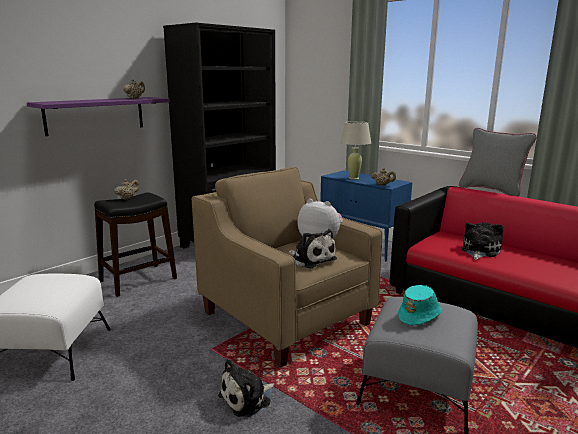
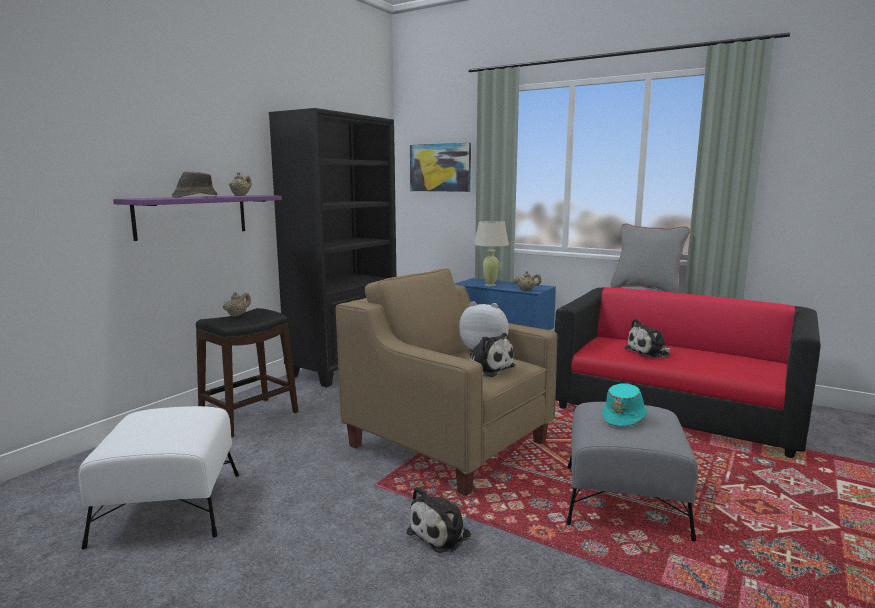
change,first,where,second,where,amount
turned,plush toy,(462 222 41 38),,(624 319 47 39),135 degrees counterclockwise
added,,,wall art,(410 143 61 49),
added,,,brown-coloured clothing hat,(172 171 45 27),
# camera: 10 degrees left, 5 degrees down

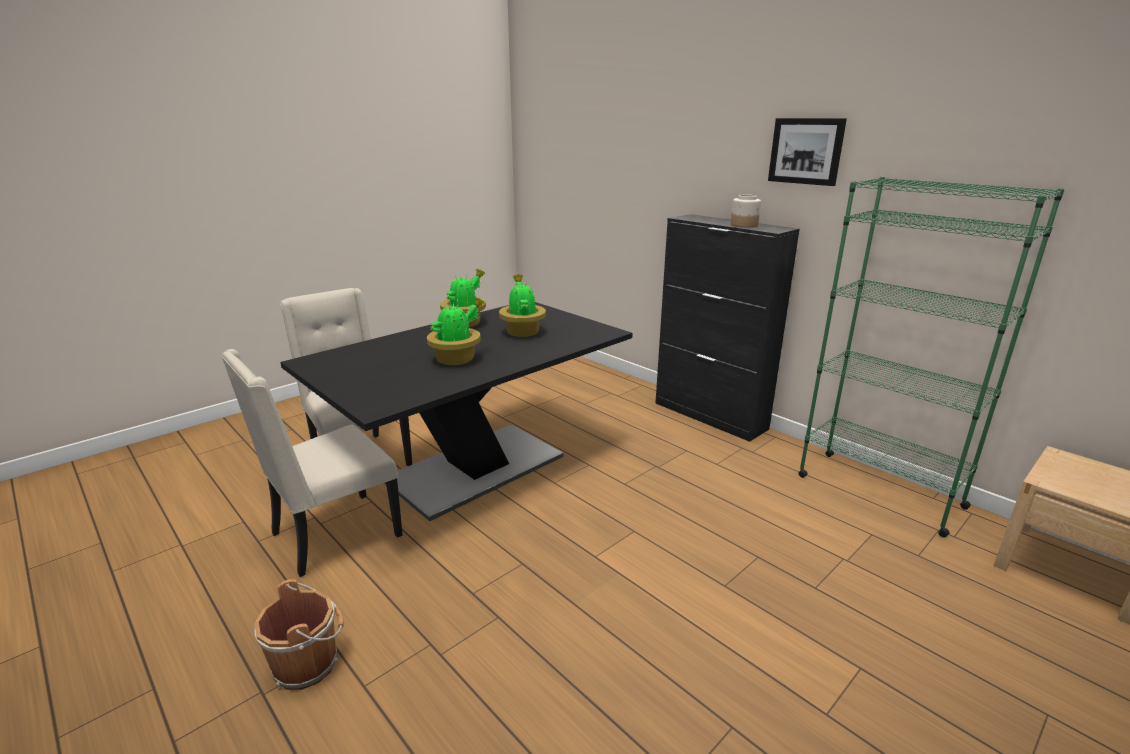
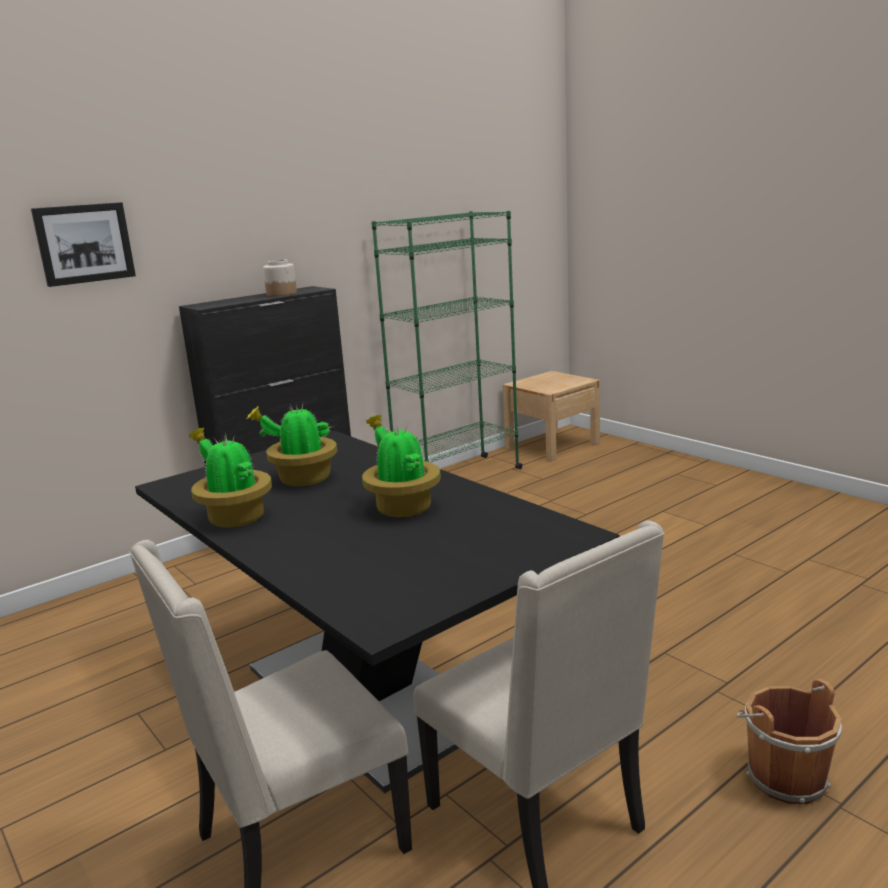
change,first,where,second,where,amount
moved,wall art,(768 118 79 68),,(31 202 105 85),
# camera: 85 degrees left, 5 degrees down

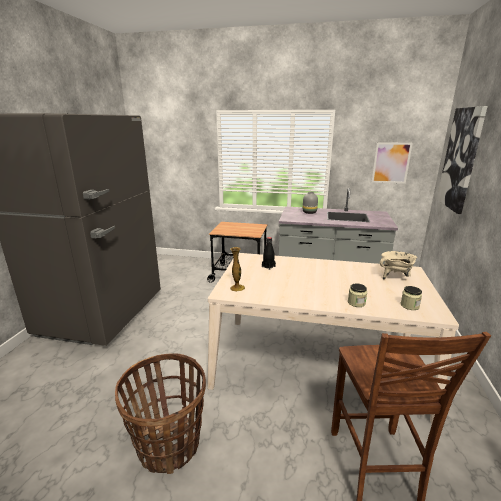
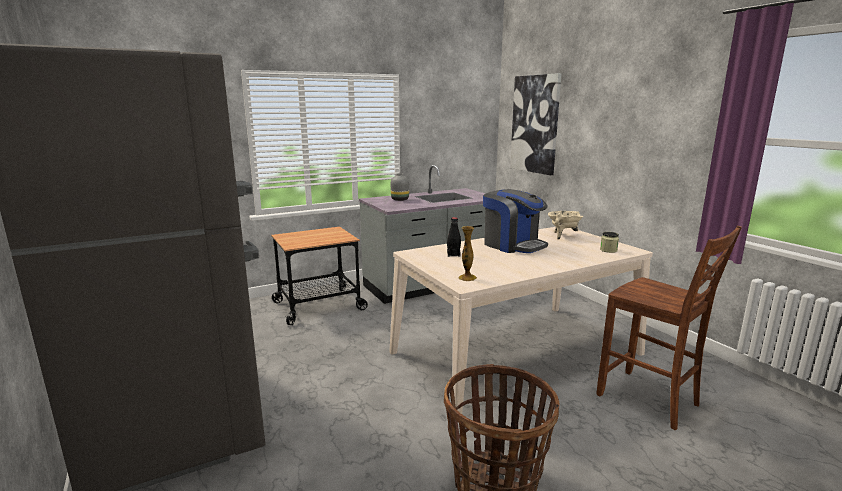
change,first,where,second,where,amount
removed,wall art,(372 142 41 42),,,
removed,storage jar,(348 283 19 24),,,
added,,,coffee brewer,(483 189 65 64),
# camera: 40 degrees left, 5 degrees down

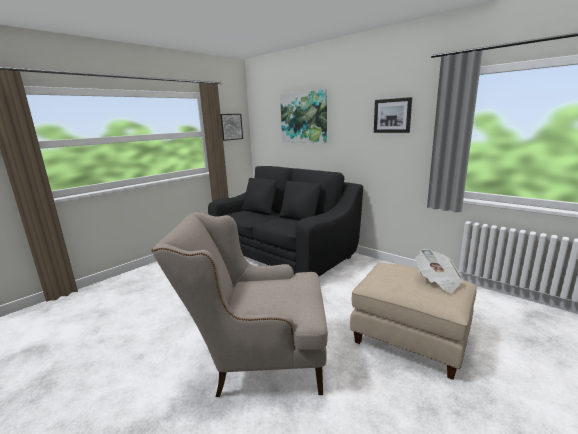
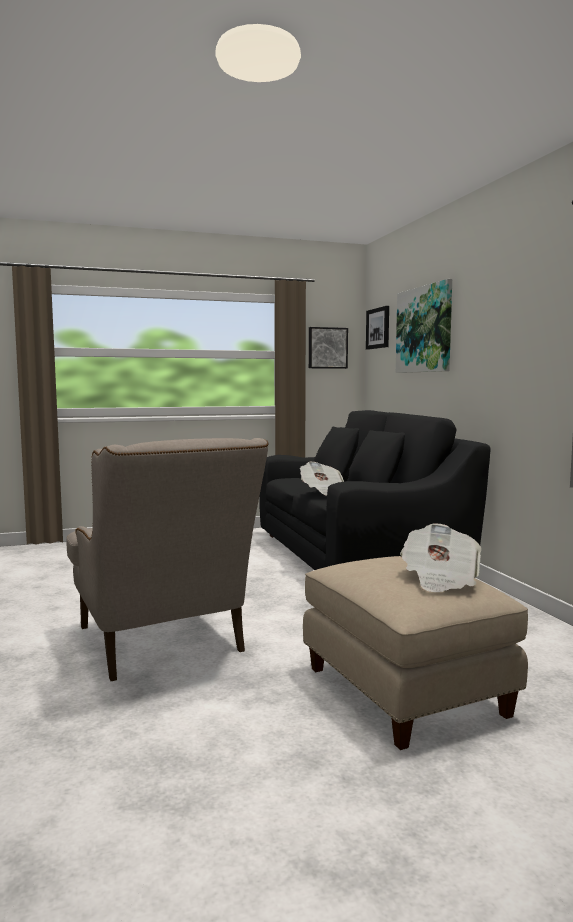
change,first,where,second,where,amount
moved,wall art,(374 97 38 36),,(366 306 23 44),
turned,sand-coloured lounge chair,(151 212 177 185),,(67 438 201 243),150 degrees counterclockwise
added,,,printed paper,(300 462 44 34),
# camera: 30 degrees right, 10 degrees down

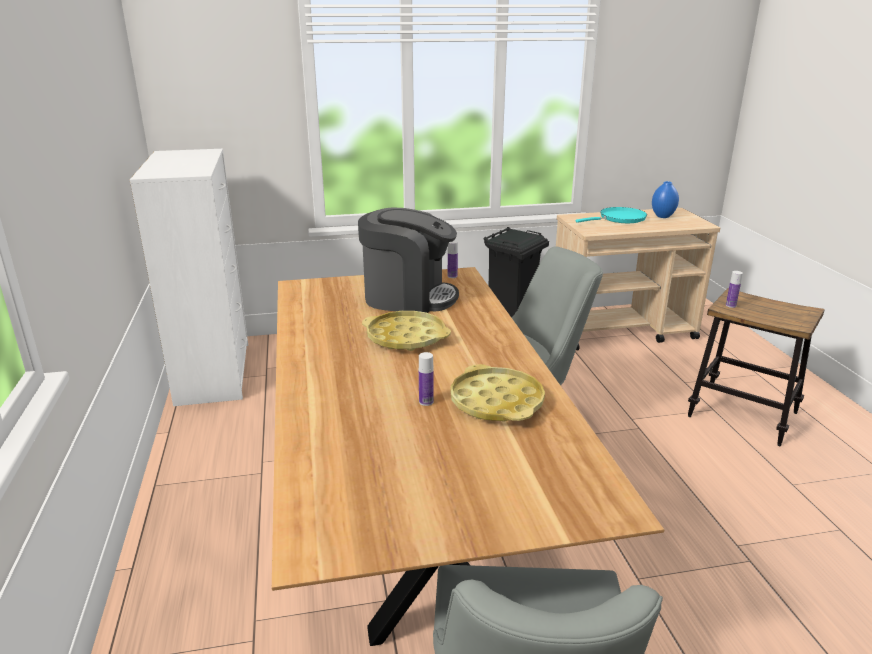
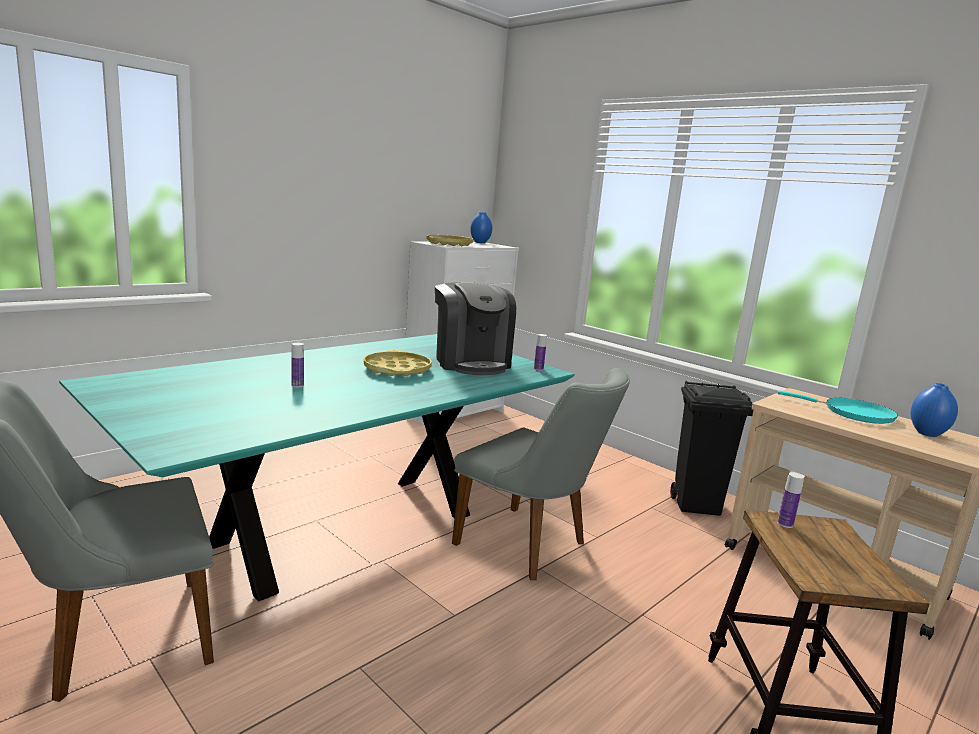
change,first,where,second,where,amount
recoloured,brown-coloured kitchen table,(272 267 392 379),turquoise kitchen table,(59 334 516 267),
moved,yellow-coloured tray,(450 364 95 58),,(426 235 47 11),
added,,,blue decorative vase,(470 212 22 31),
# camera: 55 degrees right, 10 degrees down

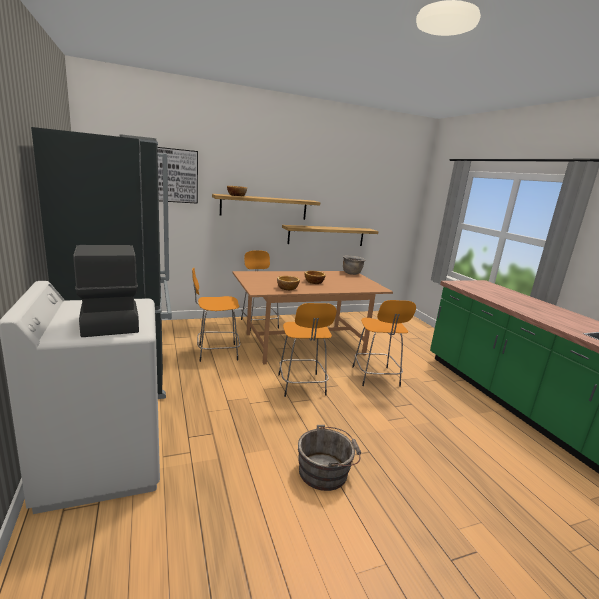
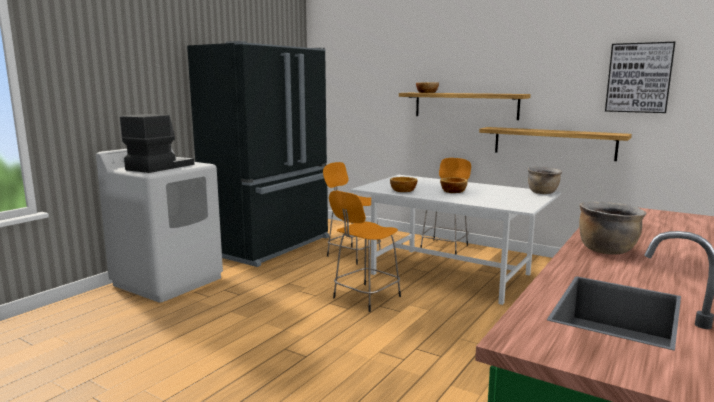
change,first,where,second,where,amount
moved,wall art,(157 147 41 57),,(605 42 70 71),
recoloured,brown-coloured kitchen table,(232 271 161 93),white-coloured kitchen table,(351 175 210 130),
removed,orange-coloured sitting stool,(352 300 64 87),,,
removed,gray bucket,(298 425 63 66),,,
added,,,brown-coloured cooking pot,(579 202 67 52),
# camera: 55 degrees right, 5 degrees down

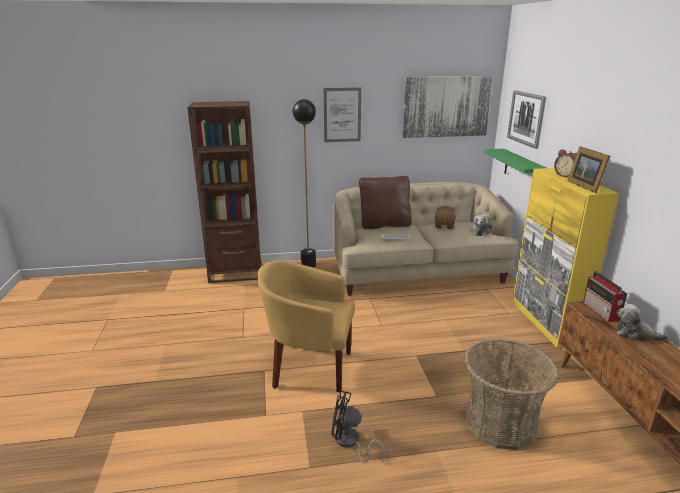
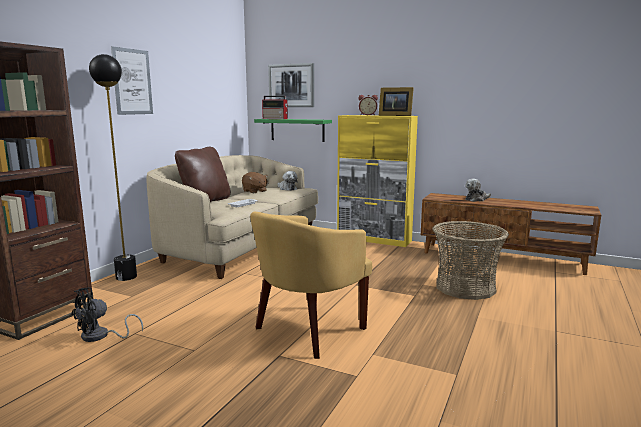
change,first,where,second,where,amount
removed,wall art,(402 76 91 62),,,
moved,radio receiver,(583 271 44 51),,(262 96 26 23),
moved,blackish electric fan,(331 391 54 72),,(71 287 72 55),
# camera: 55 degrees left, 10 degrees down

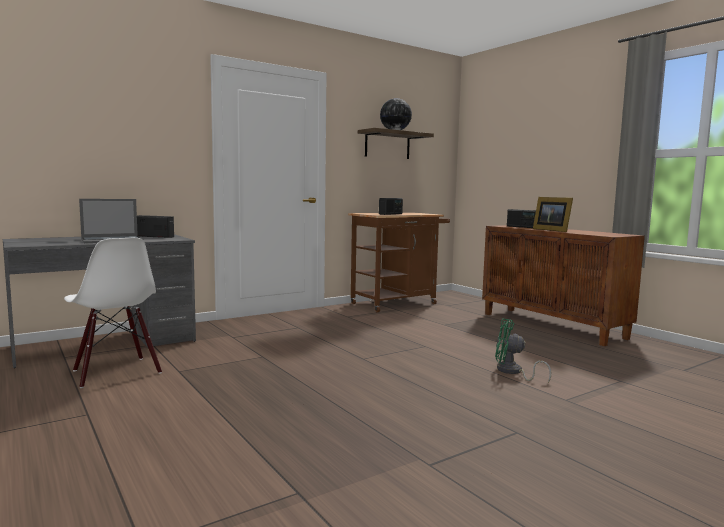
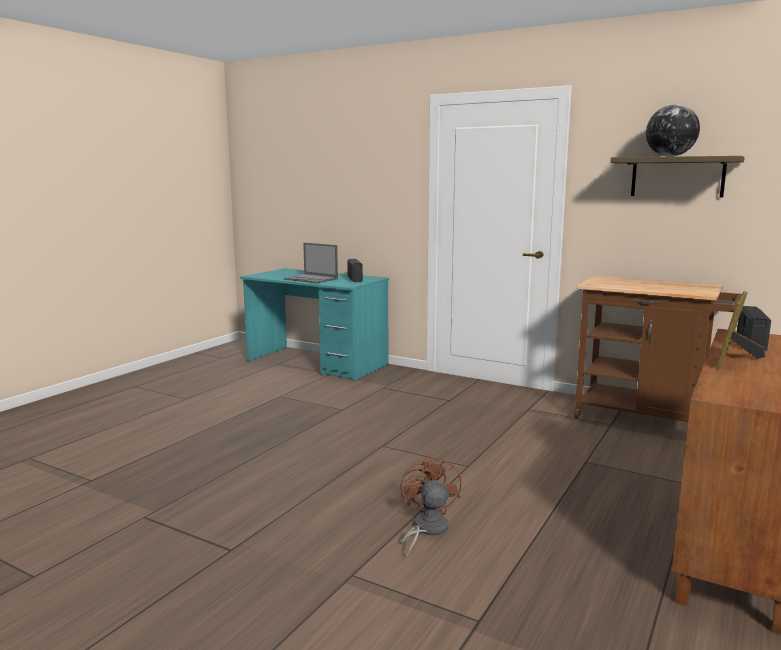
change,first,where,second,where,amount
removed,radio receiver,(379 198 24 17),,,
recoloured,gray desk unit,(3 234 193 134),turquoise desk unit,(240 268 149 113),
removed,white-coloured upright chair,(64 238 98 150),,,
recoloured,green electric fan,(495 318 56 65),brown-coloured electric fan,(400 455 62 103),
# camera: 65 degrees right, 5 degrees up

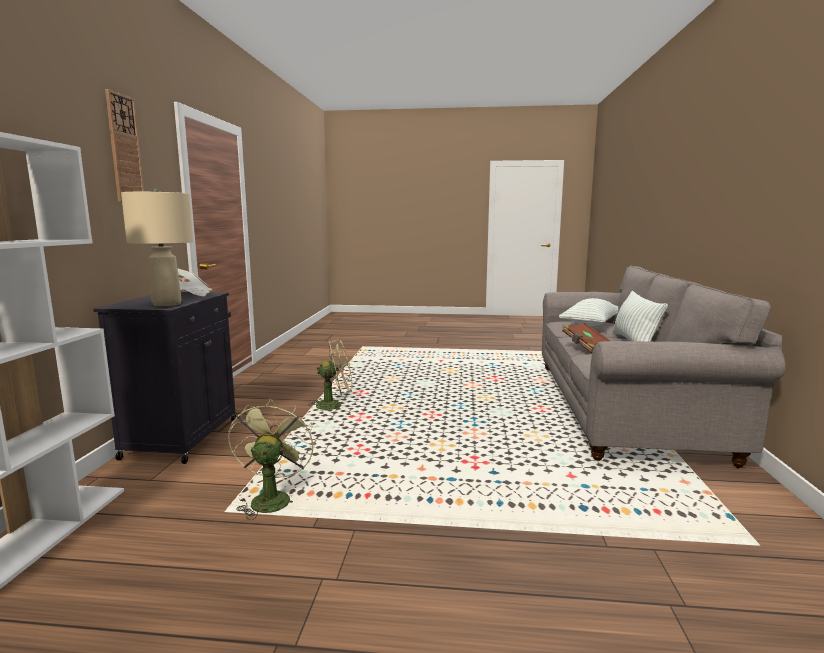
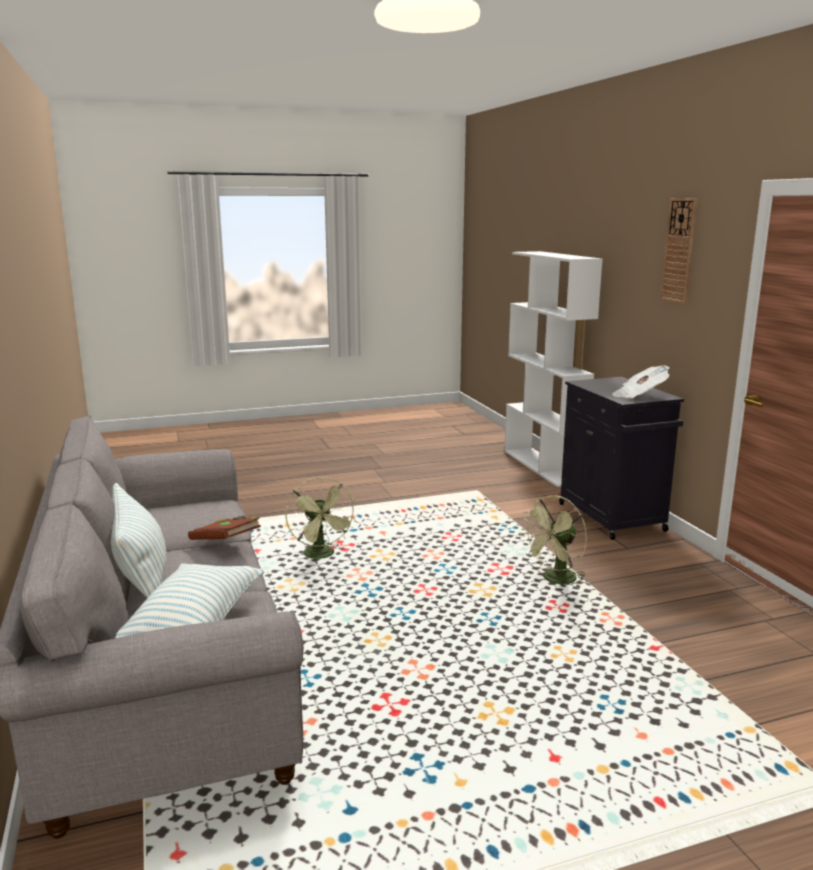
change,first,where,second,where,amount
removed,sand-coloured tabletop lamp,(121 188 72 118),,,
moved,green electric fan,(228 399 87 121),,(285 477 71 82),
# camera: 155 degrees right, 5 degrees up

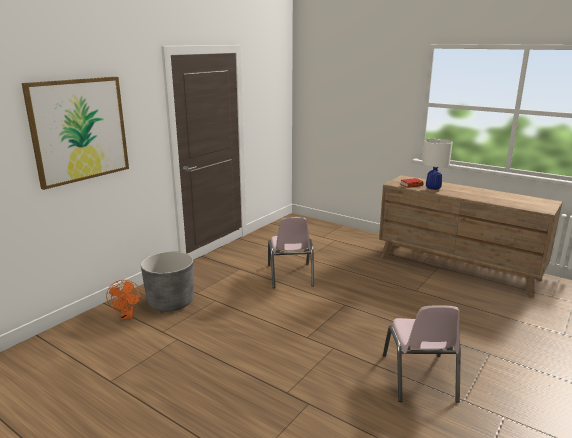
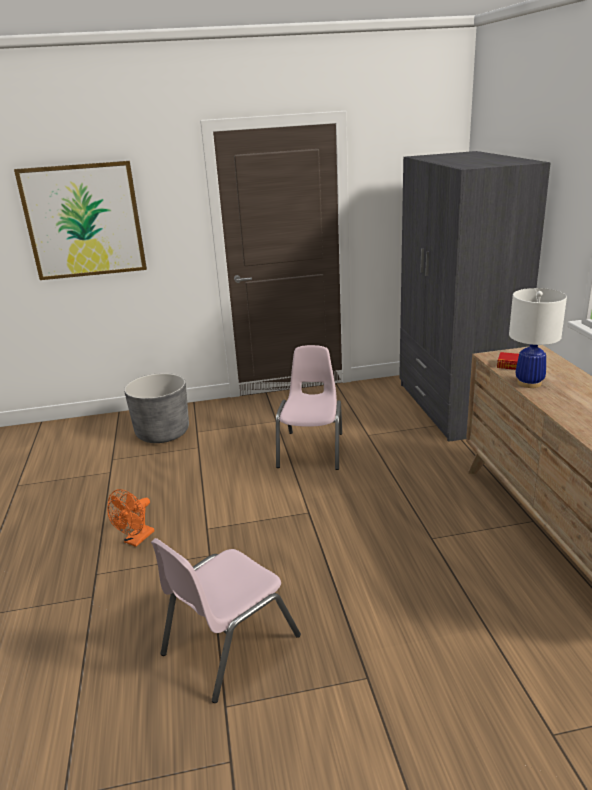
change,first,where,second,where,amount
turned,pink-coloured upright chair,(268 217 46 71),,(276 345 66 125),150 degrees clockwise
moved,orange-coloured electric fan,(106 280 35 40),,(107 489 48 58),
added,,,gray clothes cupboard,(399 151 152 291),
# camera: 45 degrees right, 5 degrees up

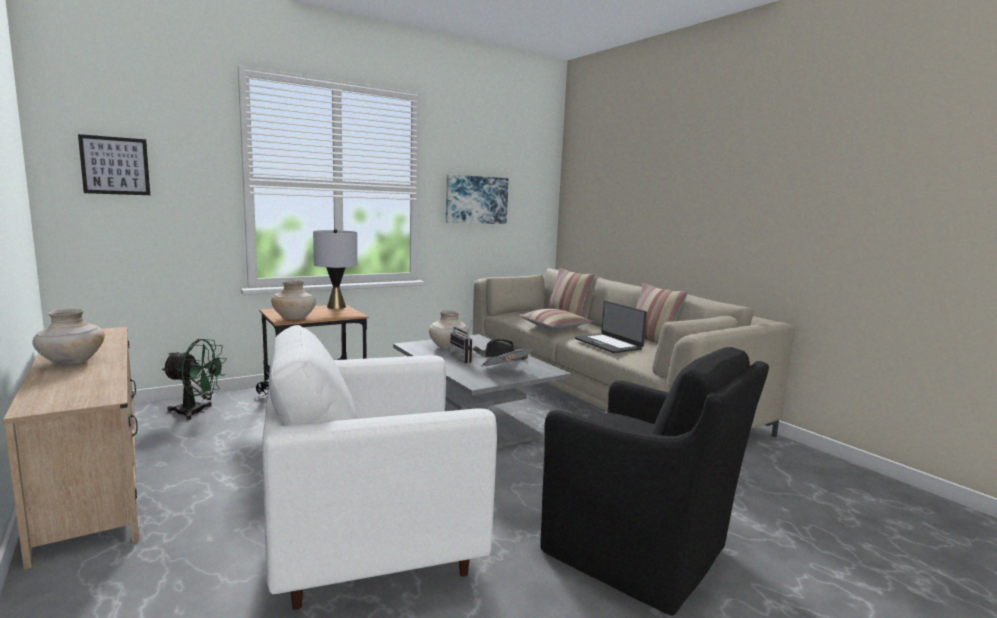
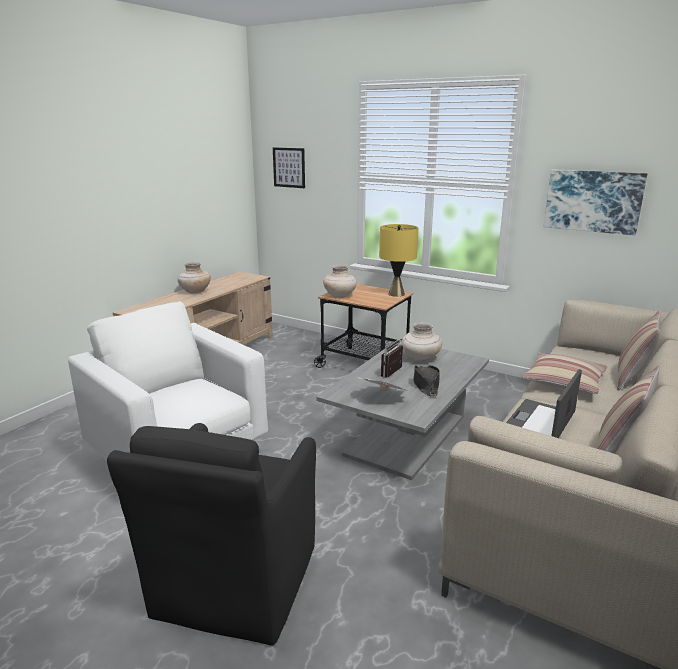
change,first,where,second,where,amount
recoloured,gray tabletop lamp,(313 229 44 80),yellow-coloured tabletop lamp,(379 224 39 73),
removed,green electric fan,(162 339 64 81),,,
# camera: 65 degrees right, 10 degrees up

